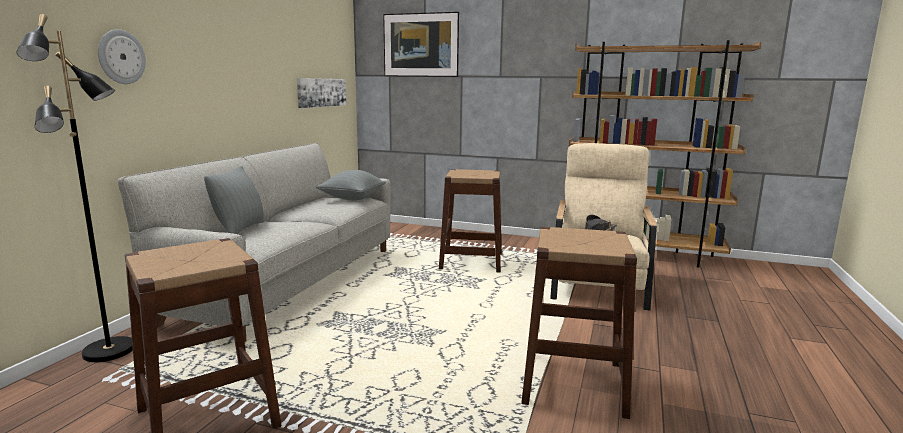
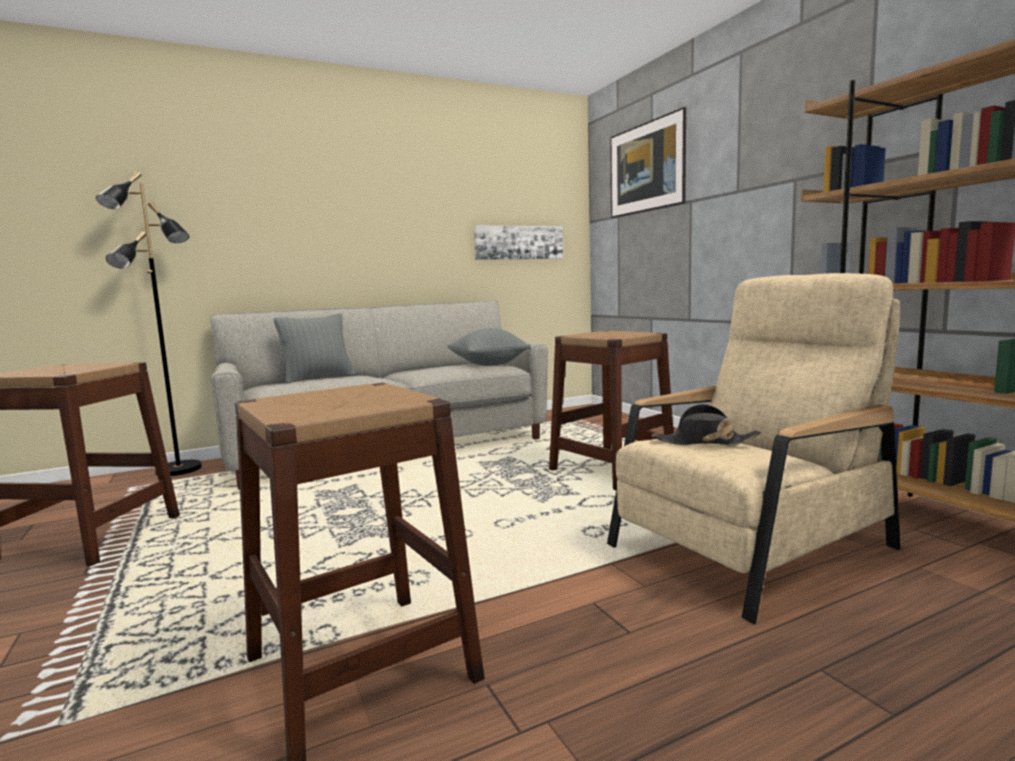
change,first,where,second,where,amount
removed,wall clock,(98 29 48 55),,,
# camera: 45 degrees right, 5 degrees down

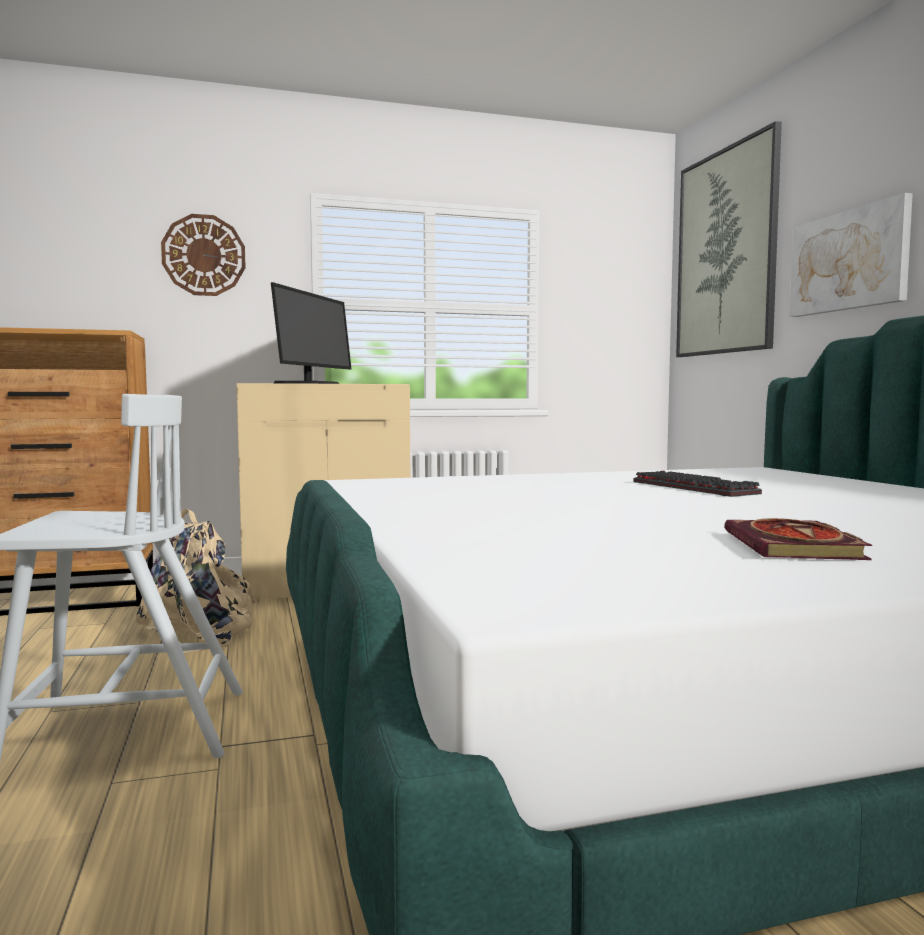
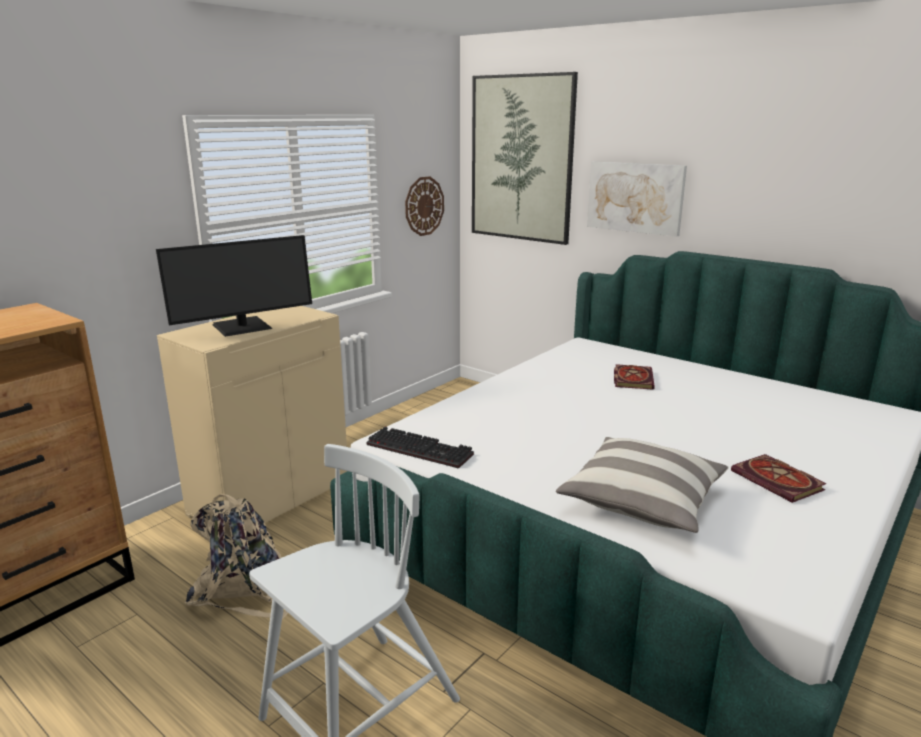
change,first,where,second,where,amount
moved,wall clock,(161 214 85 82),,(405 176 39 60),
turned,computer screen,(271 282 80 102),,(156 235 156 102),75 degrees clockwise
moved,computer keyboard,(633 471 129 26),,(367 426 107 43),
added,,,book,(614 364 41 26),
added,,,cushion,(556 437 172 96),
# camera: 35 degrees left, 15 degrees up

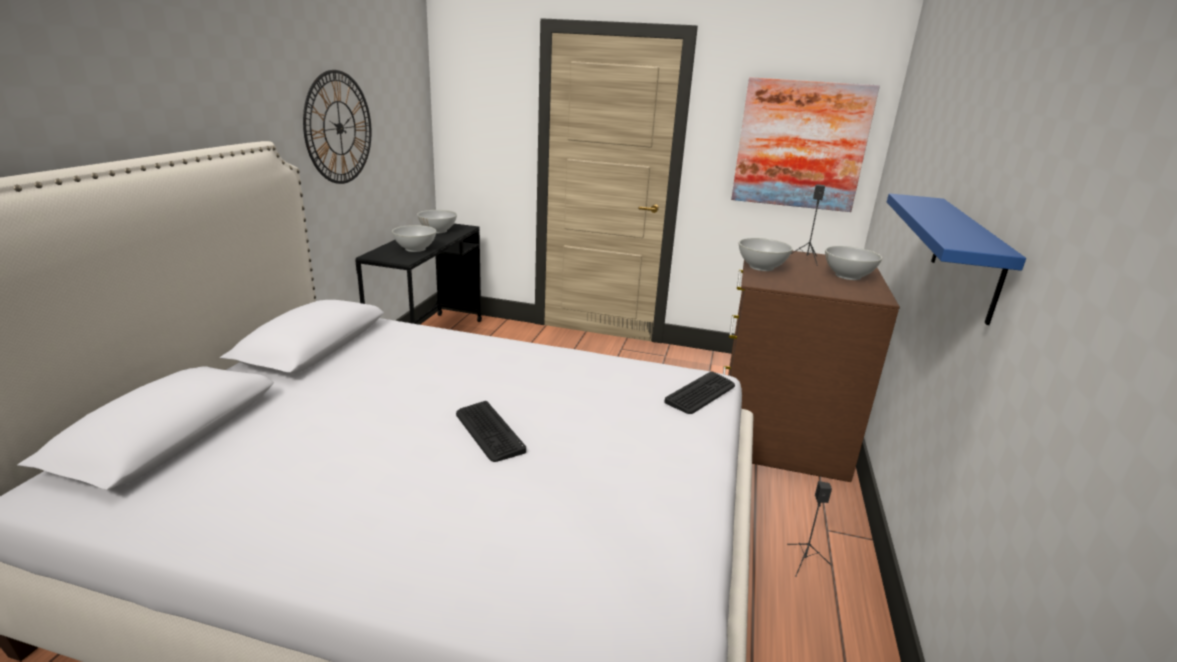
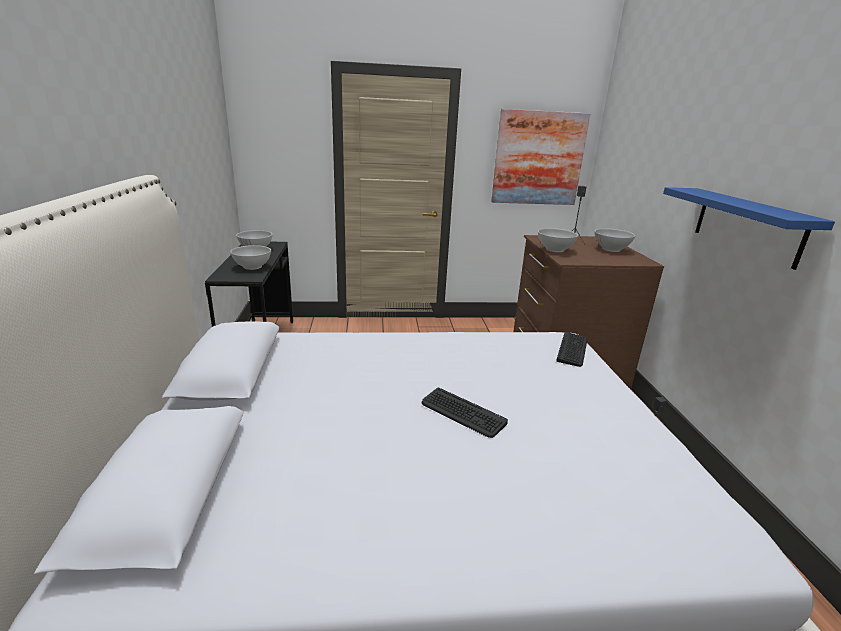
change,first,where,second,where,amount
removed,wall clock,(303 70 68 114),,,
# camera: 20 degrees left, 0 degrees up

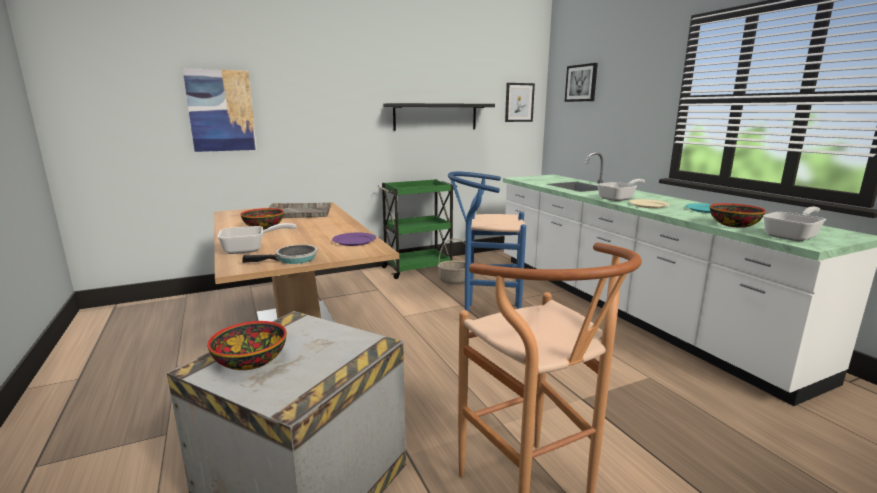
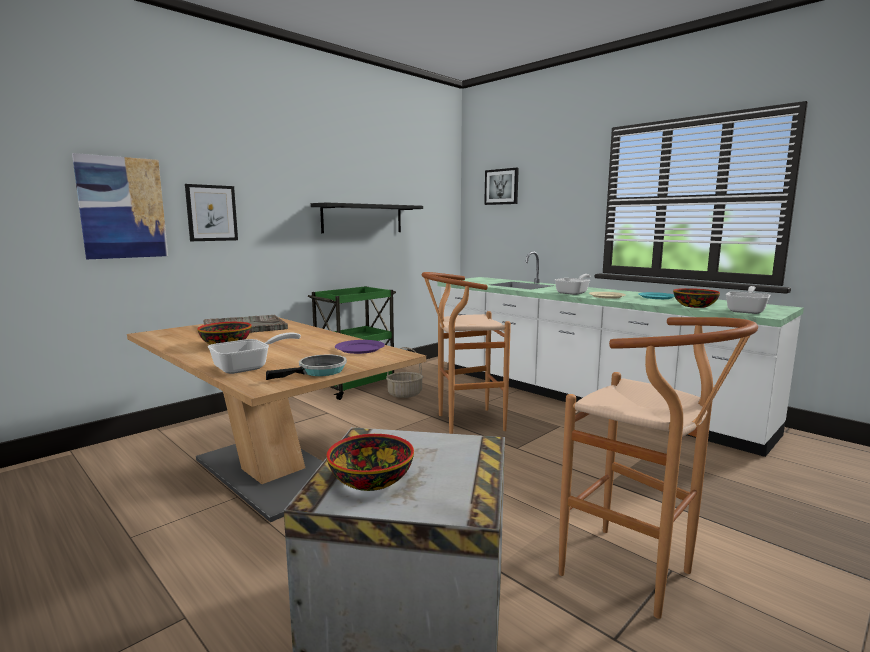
change,first,where,second,where,amount
moved,wall art,(505 83 30 39),,(185 184 53 57),
recoloured,blue sitting stool,(448 172 79 140),brown-coloured sitting stool,(422 272 89 162),
# camera: 20 degrees left, 5 degrees down

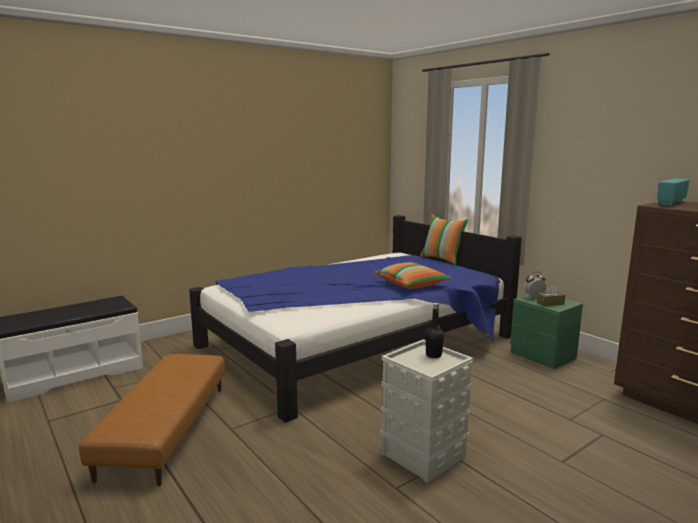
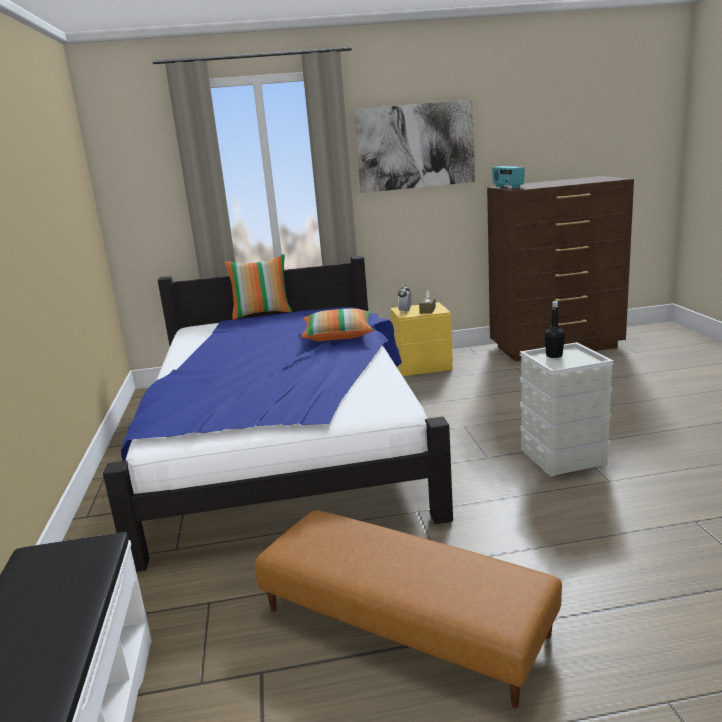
change,first,where,second,where,amount
recoloured,green nightstand,(510 295 73 74),yellow-coloured nightstand,(390 302 63 74),
added,,,wall art,(354 100 121 93),
# camera: 60 degrees left, 5 degrees up

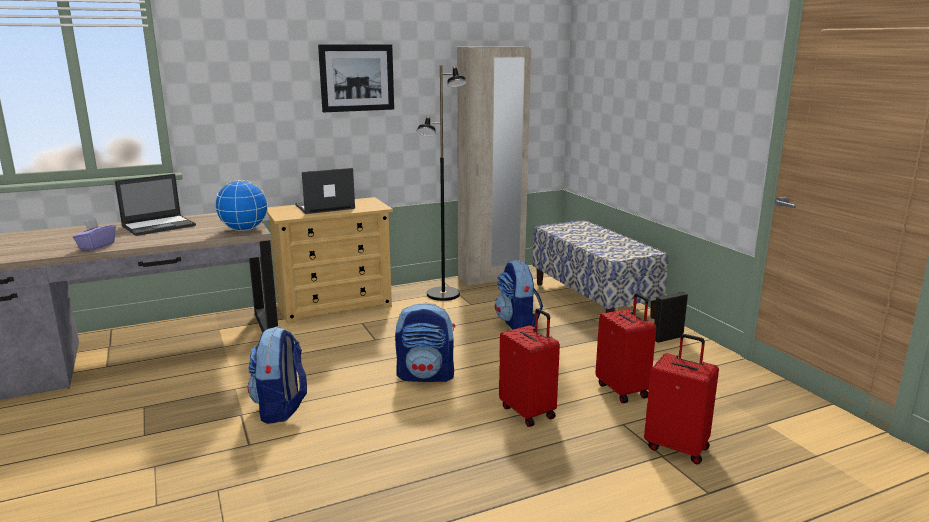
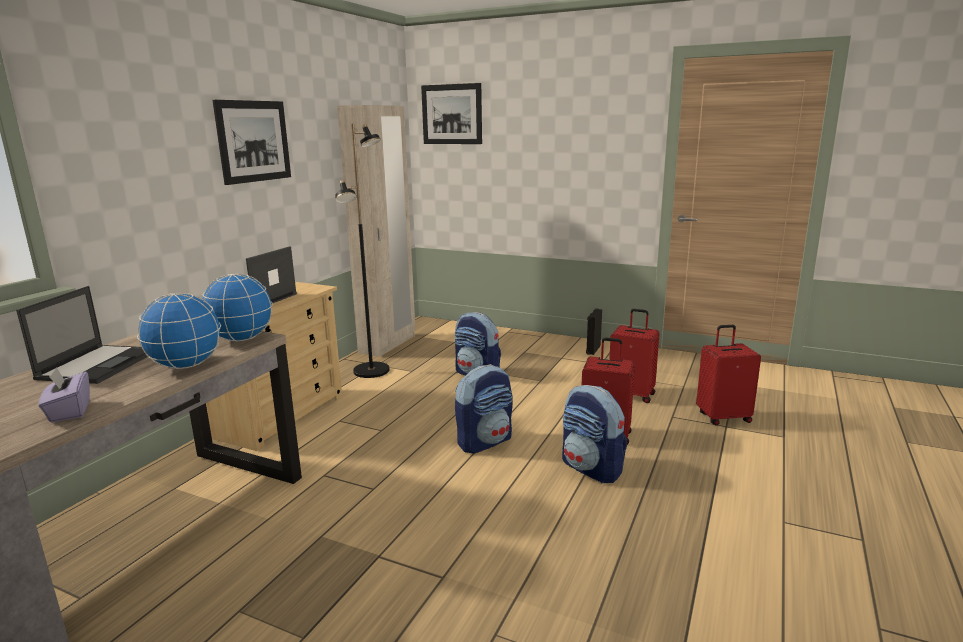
change,first,where,second,where,amount
removed,bench,(532 220 136 99),,,
moved,rucksack,(247 326 60 98),,(562 385 65 98),
added,,,wall art,(421 83 61 61),
added,,,desk globe,(137 293 84 76),
# camera: 40 degrees left, 0 degrees up

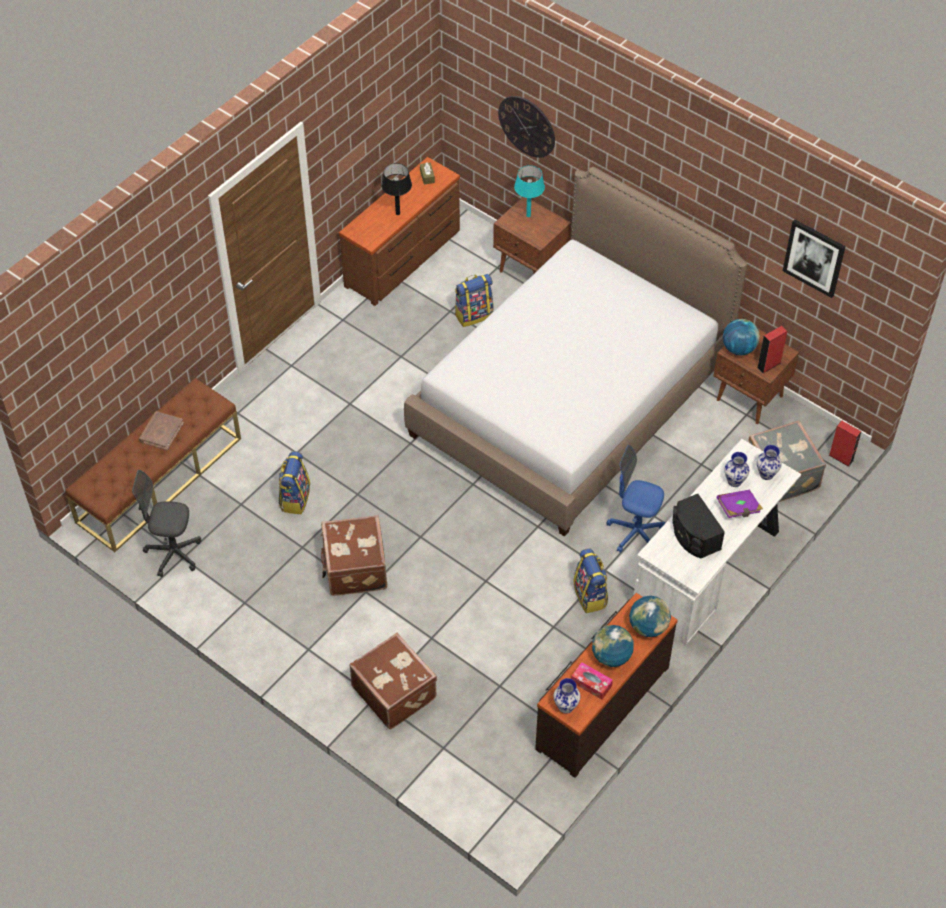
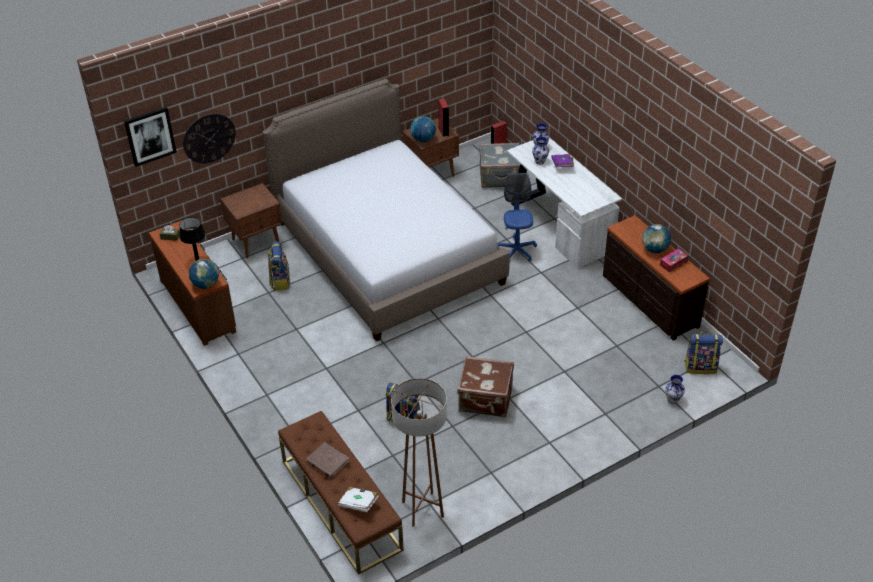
change,first,where,second,where,amount
removed,turquoise tabletop lamp,(514 165 31 52),,,
moved,wall art,(783 219 63 79),,(124 107 53 60),
turned,blue office chair,(606 445 59 108),,(497 173 40 88),135 degrees clockwise
replaced,gray office chair,(132 470 70 107),brown-coloured floor lamp,(391 378 56 149),
removed,blackish audio speaker,(673 494 52 65),,,
moved,rucksack,(573 549 35 64),,(685 331 38 43),
moved,desk globe,(629 596 42 41),,(189 259 30 30),
removed,brown-coloured suitcase,(349 633 88 97),,,
moved,decorative vase,(553 678 28 36),,(665 375 20 29),
added,,,white-coloured book,(338 487 41 25),
# camera: 70 degrees left, 10 degrees down

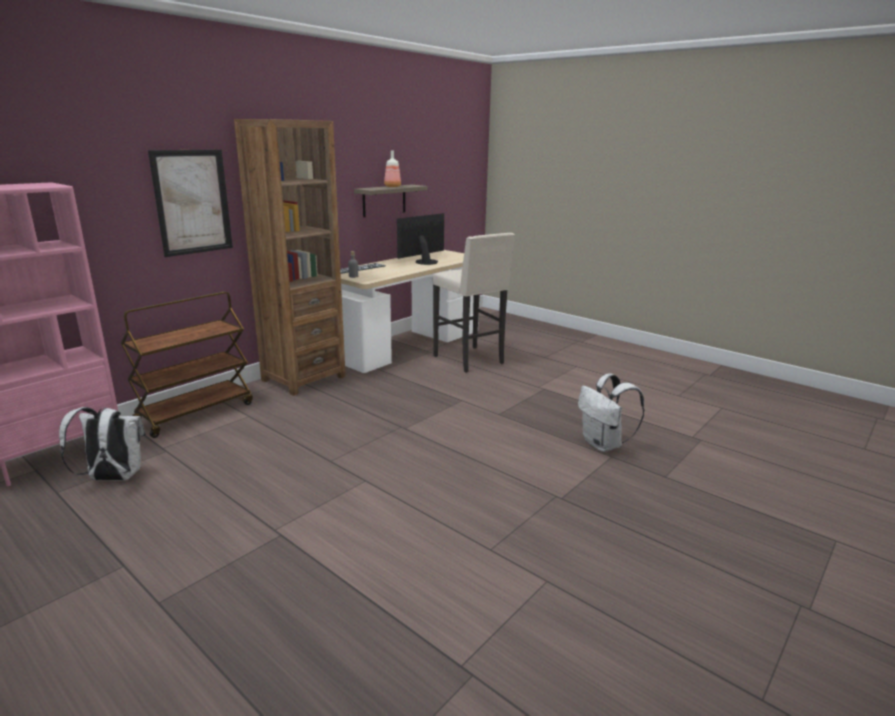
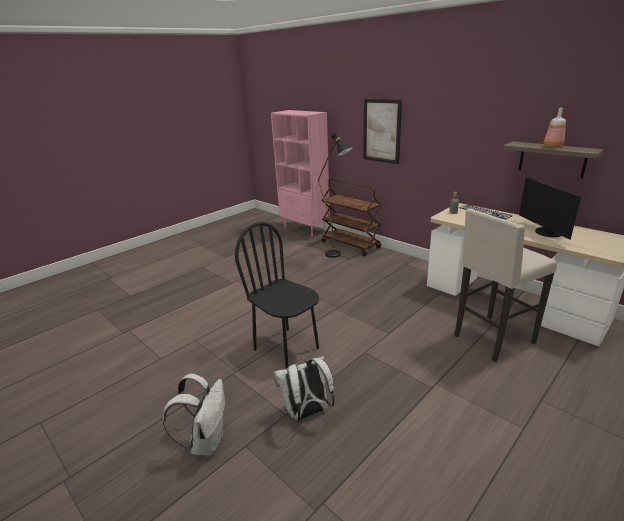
change,first,where,second,where,amount
removed,brown-coloured bookcase,(234 119 112 277),,,
turned,computer screen,(397 213 47 52),,(519 177 62 63),150 degrees counterclockwise
moved,white-coloured rucksack,(59 407 87 74),,(163 373 62 83),
added,,,blackish floor lamp,(318 131 35 127),
added,,,blackish upright chair,(235 222 84 147),
# camera: 95 degrees right, 5 degrees up

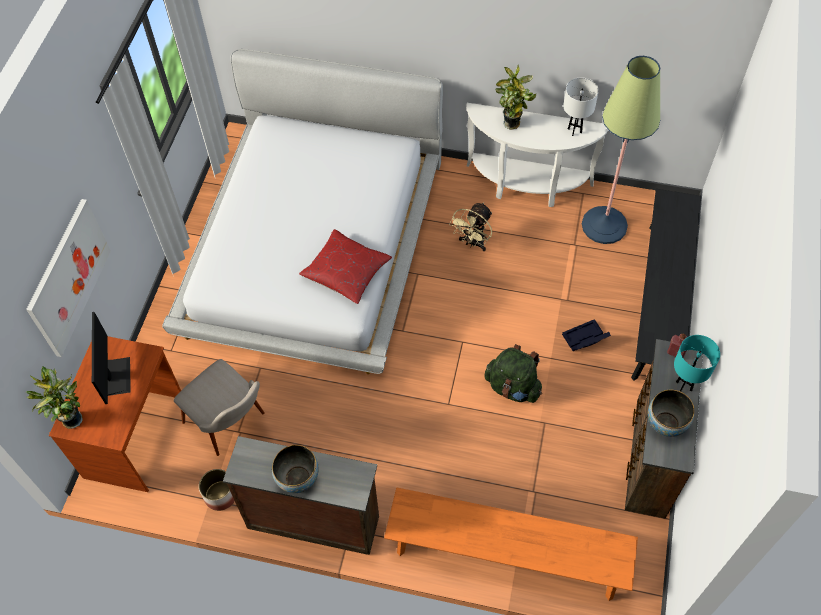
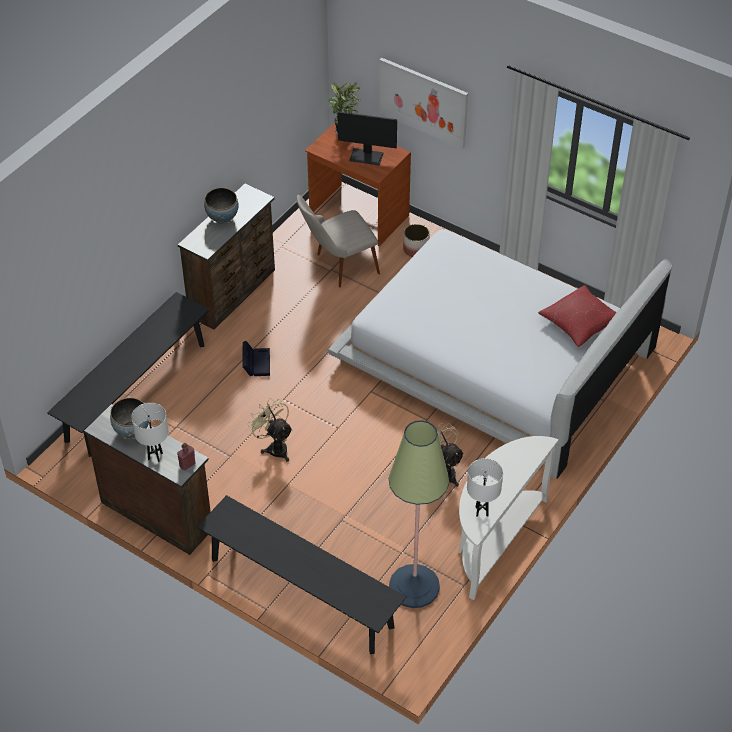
change,first,where,second,where,amount
removed,plant in a pot,(495 65 41 65),,,
moved,red-coloured cushion,(299 229 93 75),,(538 285 79 62),
moved,blackish storage container,(562 319 49 32),,(243 341 27 35),
recoloured,turquoise tabletop lamp,(674 335 46 57),white-coloured tabletop lamp,(131 403 38 59),
replaced,green rucksack,(484 344 58 59),sand-coloured electric fan,(247 398 46 64),
moved,planter,(199 469 36 42),,(403 224 27 33),
recoloured,orange-coloured bench,(384 487 254 114),blackish bench,(47 292 163 165),
# camera: 110 degrees right, 10 degrees down

